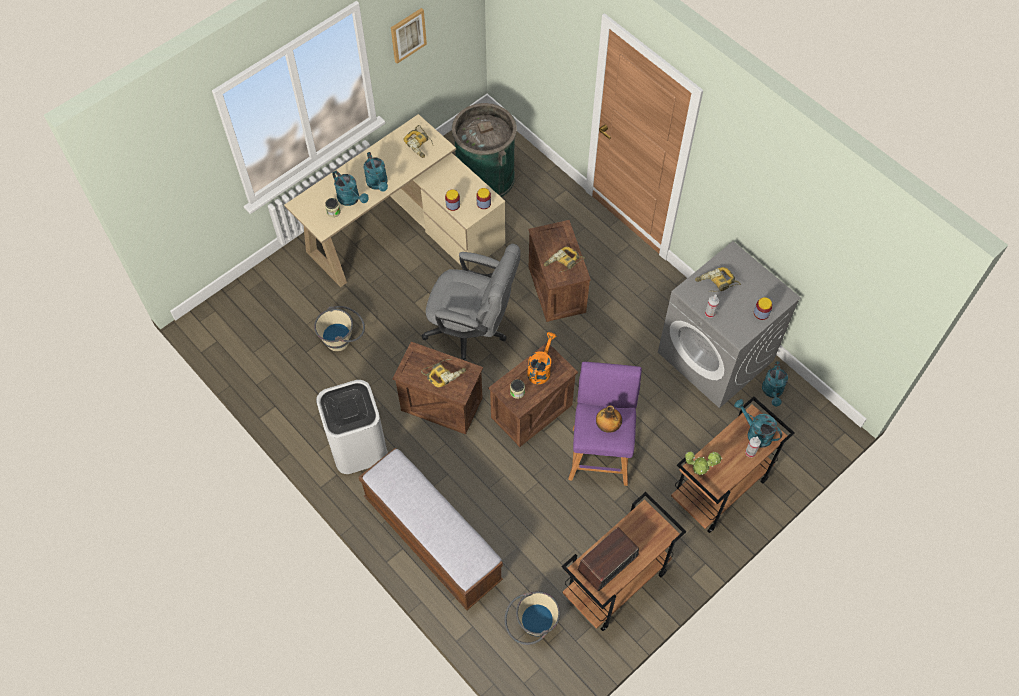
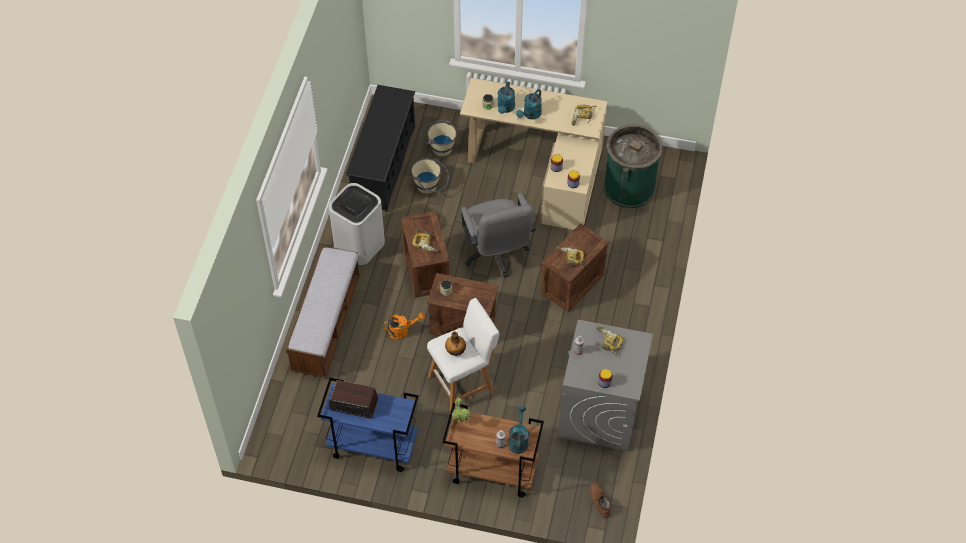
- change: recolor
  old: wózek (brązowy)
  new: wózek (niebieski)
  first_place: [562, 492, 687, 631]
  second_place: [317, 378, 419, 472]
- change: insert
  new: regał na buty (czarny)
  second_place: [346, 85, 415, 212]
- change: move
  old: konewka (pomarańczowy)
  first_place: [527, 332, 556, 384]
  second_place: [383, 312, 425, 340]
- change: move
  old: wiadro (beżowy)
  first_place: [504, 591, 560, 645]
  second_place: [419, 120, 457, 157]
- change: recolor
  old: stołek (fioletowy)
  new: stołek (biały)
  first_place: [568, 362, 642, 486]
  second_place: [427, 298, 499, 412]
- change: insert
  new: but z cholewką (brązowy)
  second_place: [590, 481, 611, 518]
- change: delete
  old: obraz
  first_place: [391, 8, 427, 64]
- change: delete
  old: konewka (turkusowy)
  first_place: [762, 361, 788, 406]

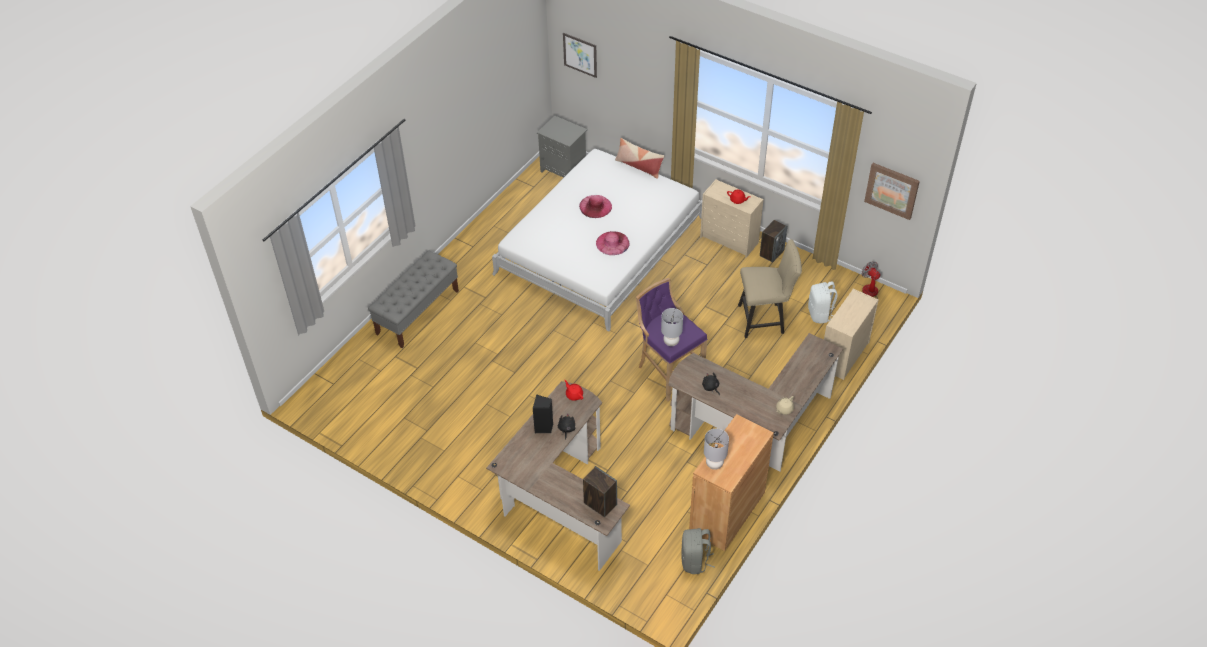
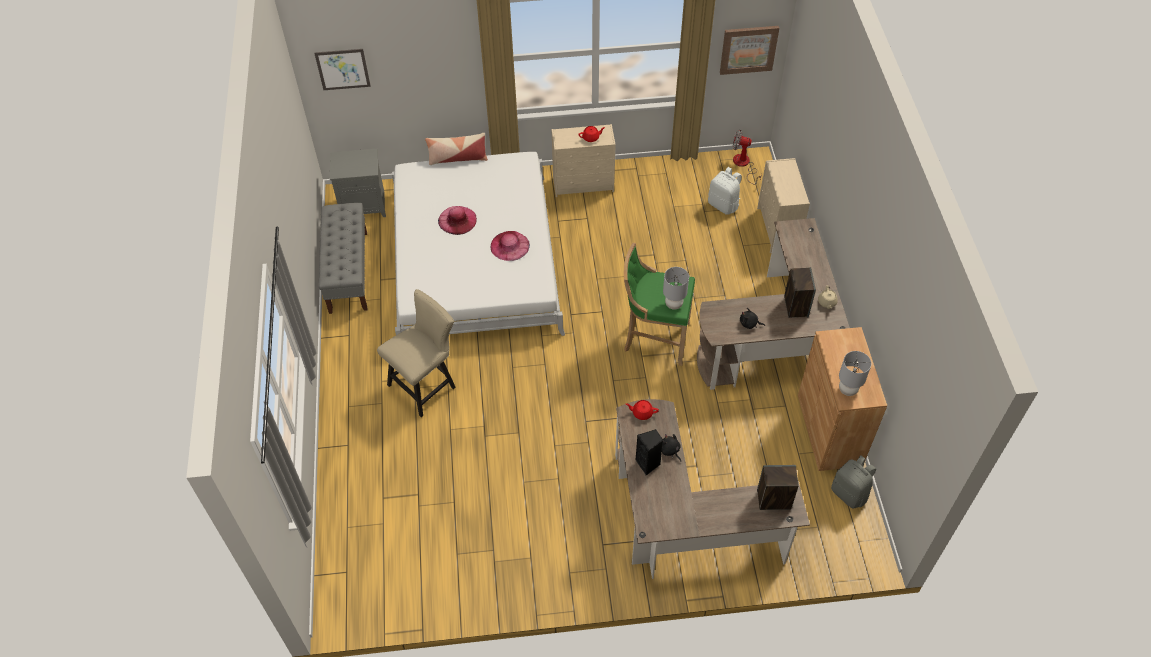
- change: move
  old: ławka (szary)
  first_place: [368, 250, 459, 348]
  second_place: [319, 203, 367, 314]
- change: move
  old: krzesło (beżowy)
  first_place: [738, 239, 802, 338]
  second_place: [377, 289, 456, 417]
- change: recolor
  old: stołek (fioletowy)
  new: stołek (zielony)
  first_place: [636, 278, 707, 402]
  second_place: [624, 243, 695, 366]
- change: move
  old: głośnik
  first_place: [760, 220, 787, 263]
  second_place: [784, 267, 816, 318]

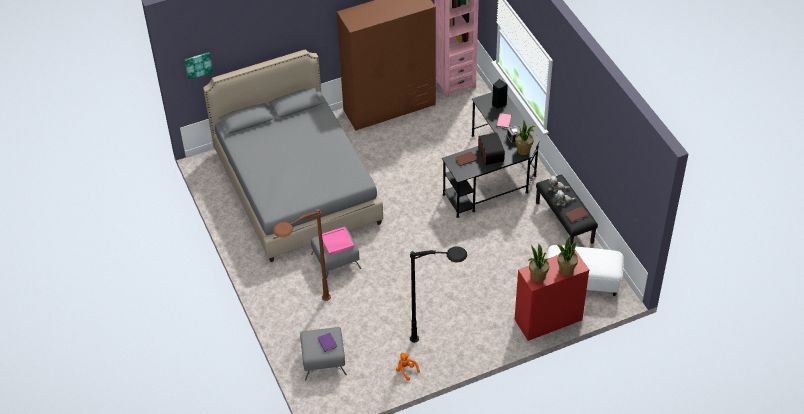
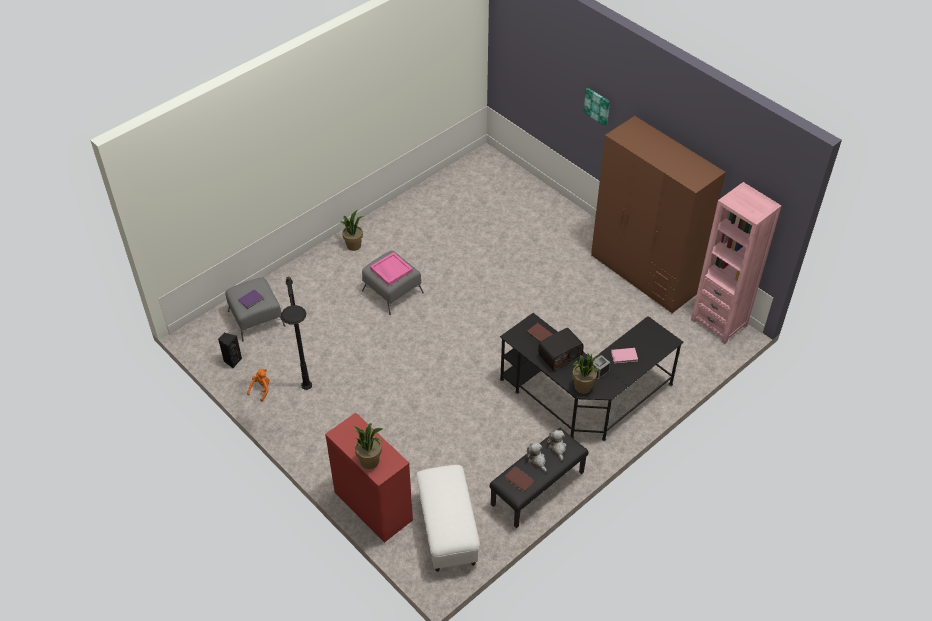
- change: move
  old: głośnik (czarny)
  first_place: [492, 79, 508, 109]
  second_place: [218, 333, 242, 368]
- change: move
  old: roślina doniczkowa
  first_place: [528, 244, 549, 282]
  second_place: [340, 210, 364, 251]
- change: move
  old: obraz
  first_place: [185, 52, 213, 80]
  second_place: [583, 88, 610, 126]
- change: delete
  old: łóżko (szary)
  first_place: [203, 49, 383, 262]
- change: delete
  old: lampa stojąca (brązowy)
  first_place: [273, 209, 331, 301]

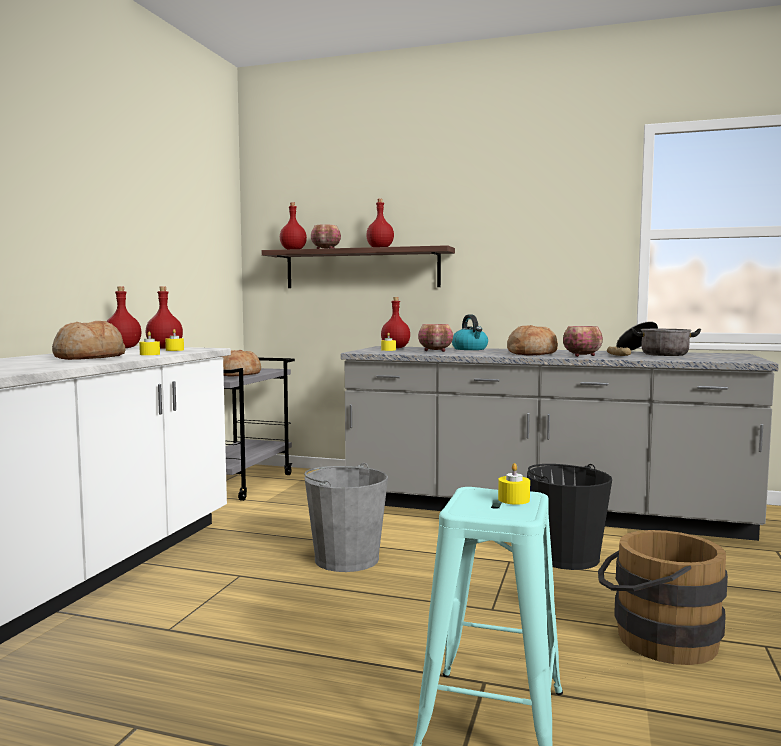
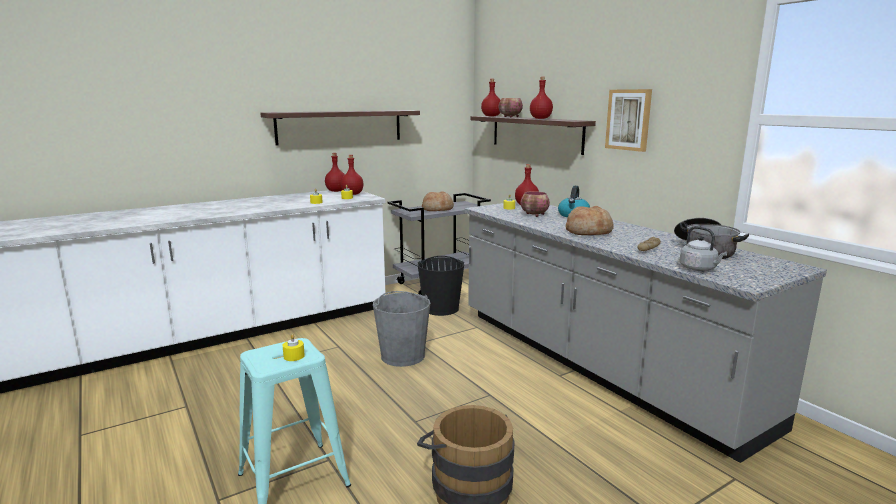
- change: insert
  new: półka
  second_place: [260, 110, 420, 145]
- change: move
  old: wiadro (czarny)
  first_place: [527, 464, 612, 570]
  second_place: [418, 256, 464, 316]
- change: insert
  new: obraz
  second_place: [605, 89, 652, 152]
- change: insert
  new: czajnik (szary)
  second_place: [680, 226, 727, 271]
- change: delete
  old: chleb
  first_place: [52, 321, 126, 360]
- change: delete
  old: miska
  first_place: [563, 326, 603, 357]

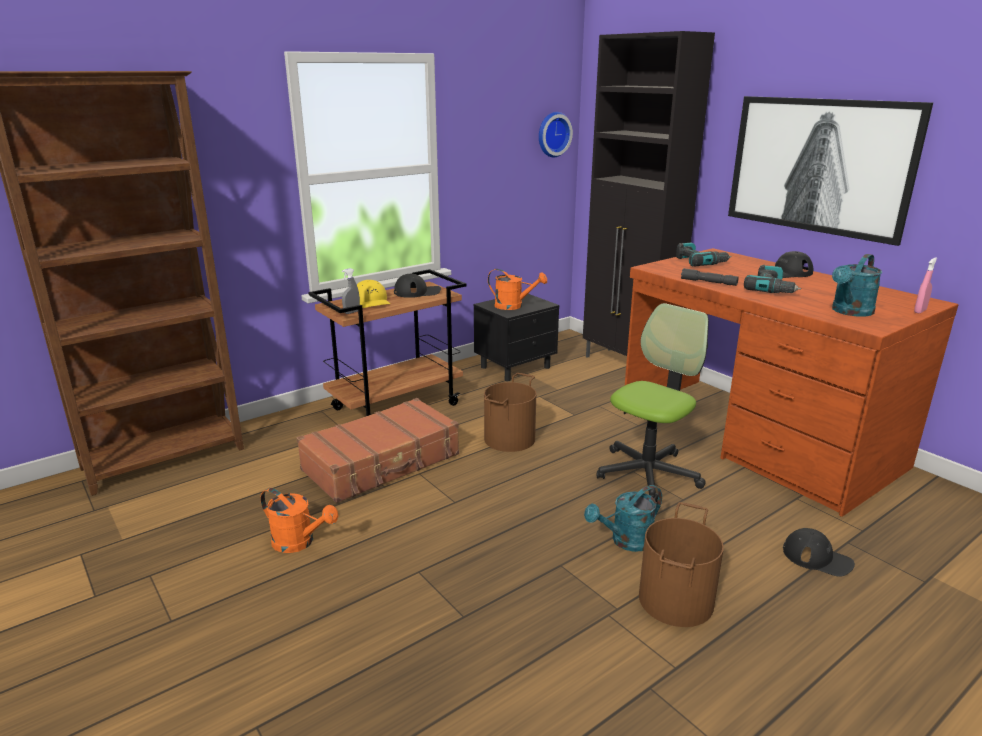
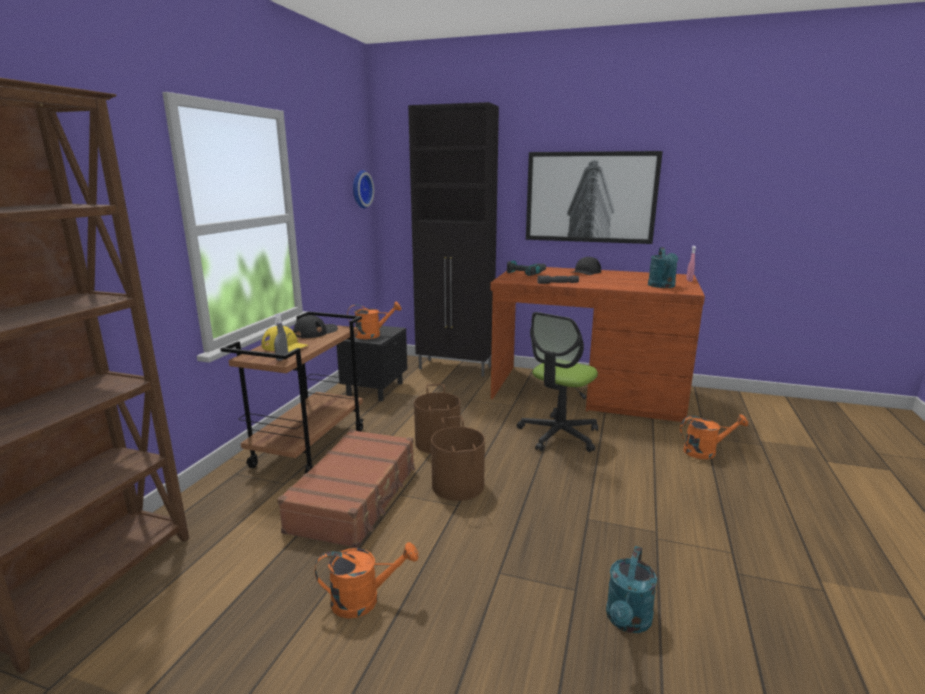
- change: move
  old: wiadro (brązowy)
  first_place: [639, 502, 724, 627]
  second_place: [431, 416, 485, 501]
- change: rotate
  old: krzesło biurowe
  first_place: [597, 303, 709, 502]
  second_place: [517, 312, 598, 452]
  degrees: -150
- change: move
  old: konewka (turkusowy)
  first_place: [584, 485, 662, 552]
  second_place: [606, 546, 657, 633]
- change: replace
  old: czapka z daszkiem (czarny)
  new: konewka (pomarańczowy)
  first_place: [783, 528, 855, 577]
  second_place: [680, 414, 748, 459]
- change: delete
  old: wiertarka
  first_place: [744, 265, 801, 293]

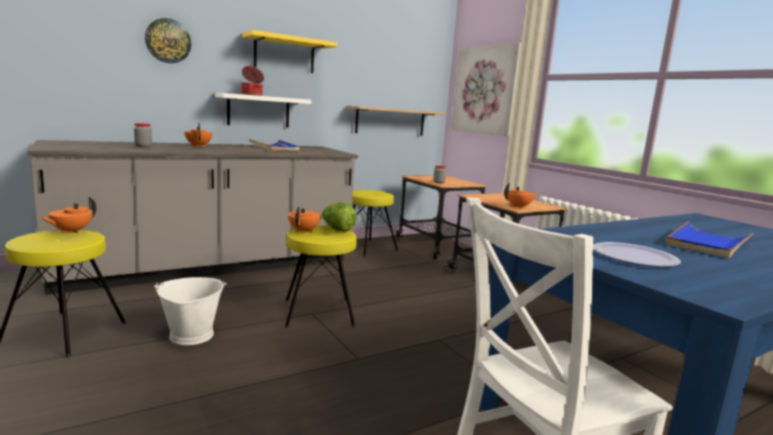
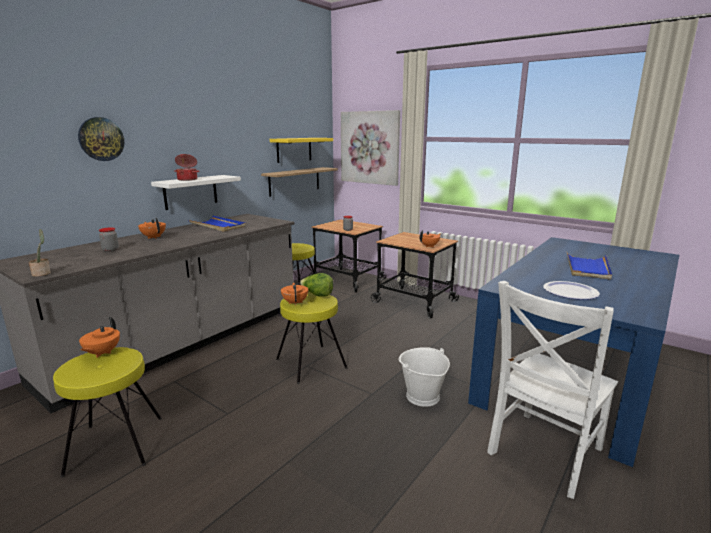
- change: insert
  new: roślina doniczkowa
  second_place: [29, 229, 51, 277]
- change: move
  old: półka (żółty)
  first_place: [242, 30, 337, 73]
  second_place: [270, 138, 333, 163]
- change: move
  old: wiadro (biały)
  first_place: [154, 277, 227, 345]
  second_place: [399, 347, 450, 407]

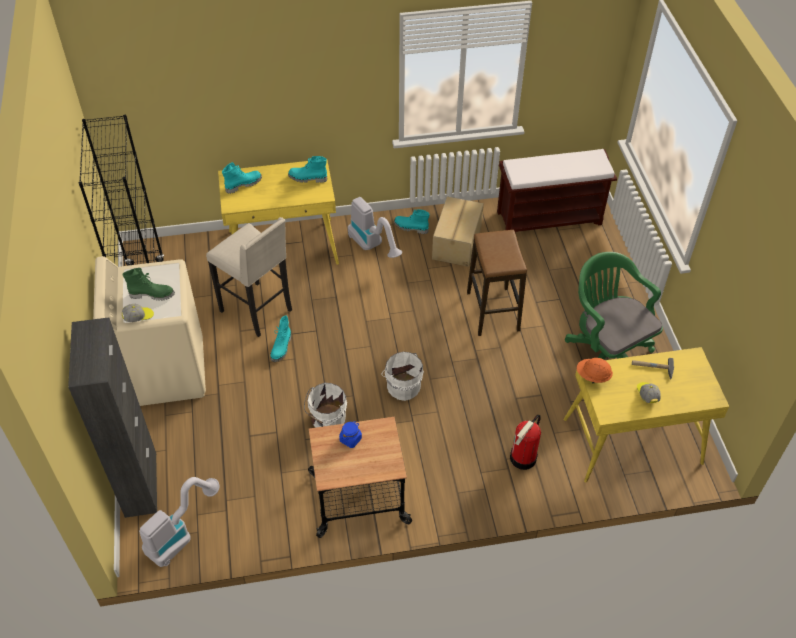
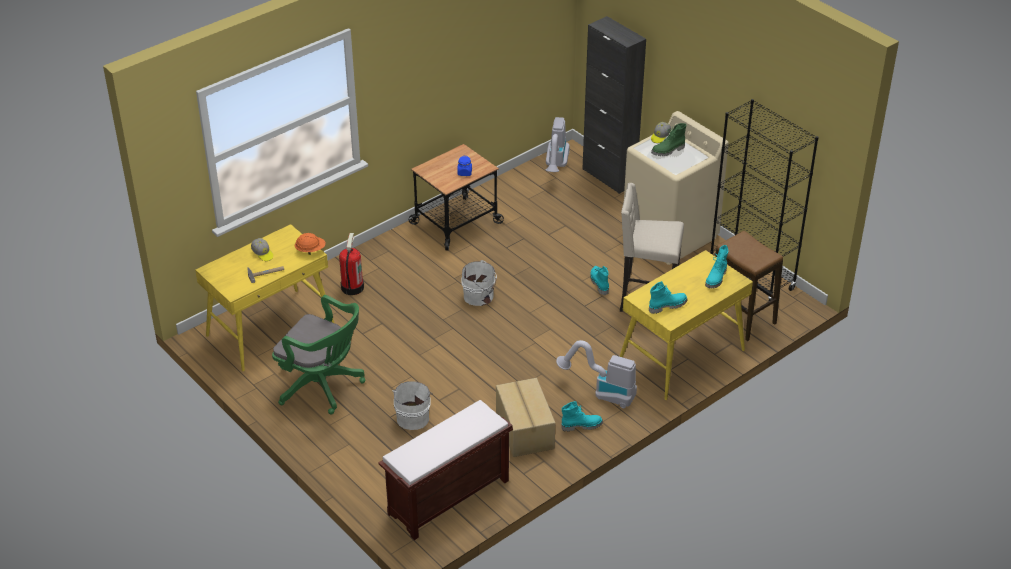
- change: move
  old: wiadro (biały)
  first_place: [304, 383, 347, 428]
  second_place: [392, 381, 433, 430]
- change: move
  old: stołek
  first_place: [467, 230, 527, 336]
  second_place: [715, 231, 783, 341]

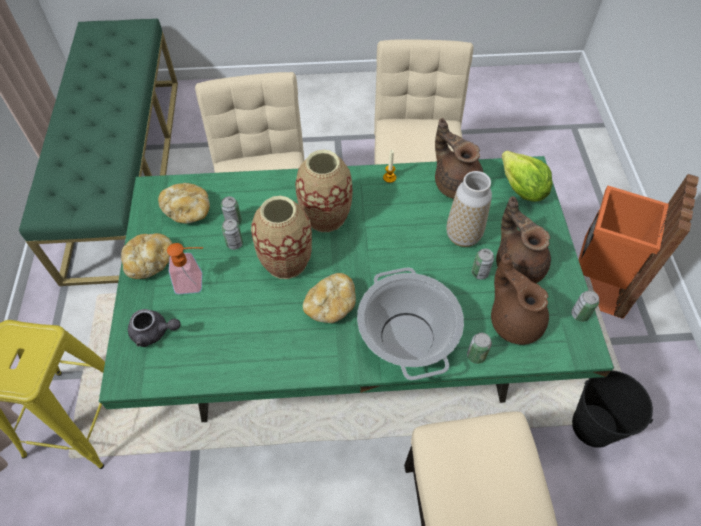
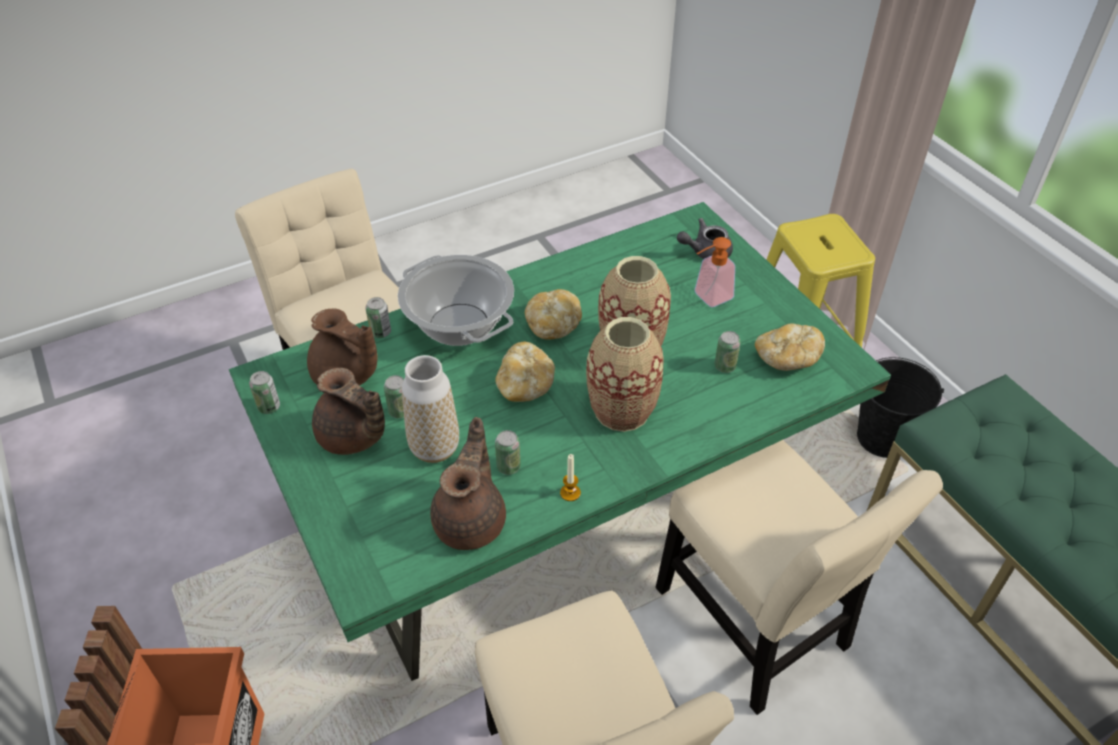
- change: rotate
  old: imbryk (brązowy)
  first_place: [435, 118, 483, 199]
  second_place: [430, 417, 506, 550]
  degrees: -105
- change: move
  old: chleb
  first_place: [121, 233, 172, 279]
  second_place: [495, 342, 555, 402]
- change: move
  old: puszka
  first_place: [222, 219, 243, 250]
  second_place: [495, 430, 521, 475]
- change: move
  old: wiadro (czarny)
  first_place: [572, 370, 653, 448]
  second_place: [857, 357, 944, 458]
- change: delete
  old: sałata
  first_place: [502, 150, 553, 202]

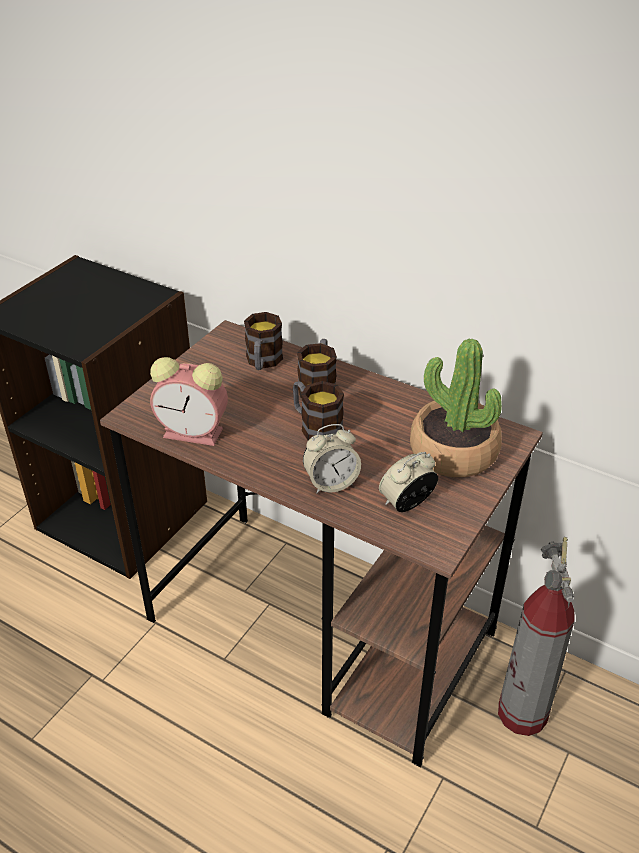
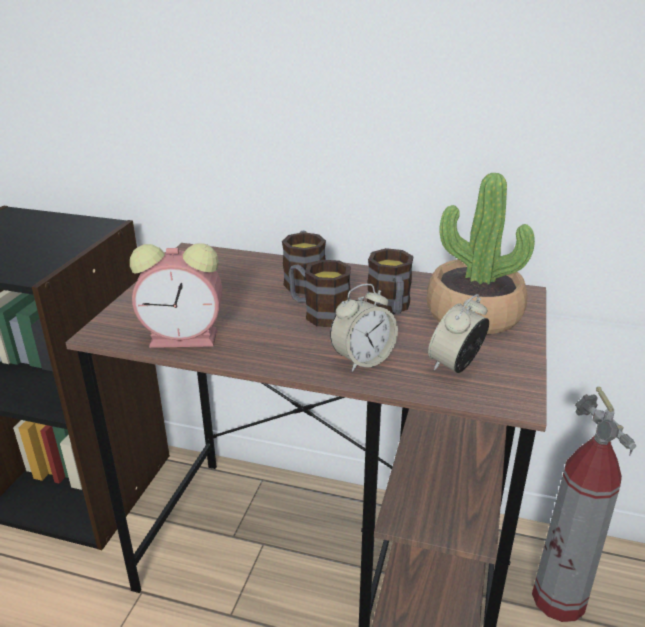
- change: move
  old: kubek
  first_place: [244, 312, 283, 370]
  second_place: [367, 248, 414, 314]

